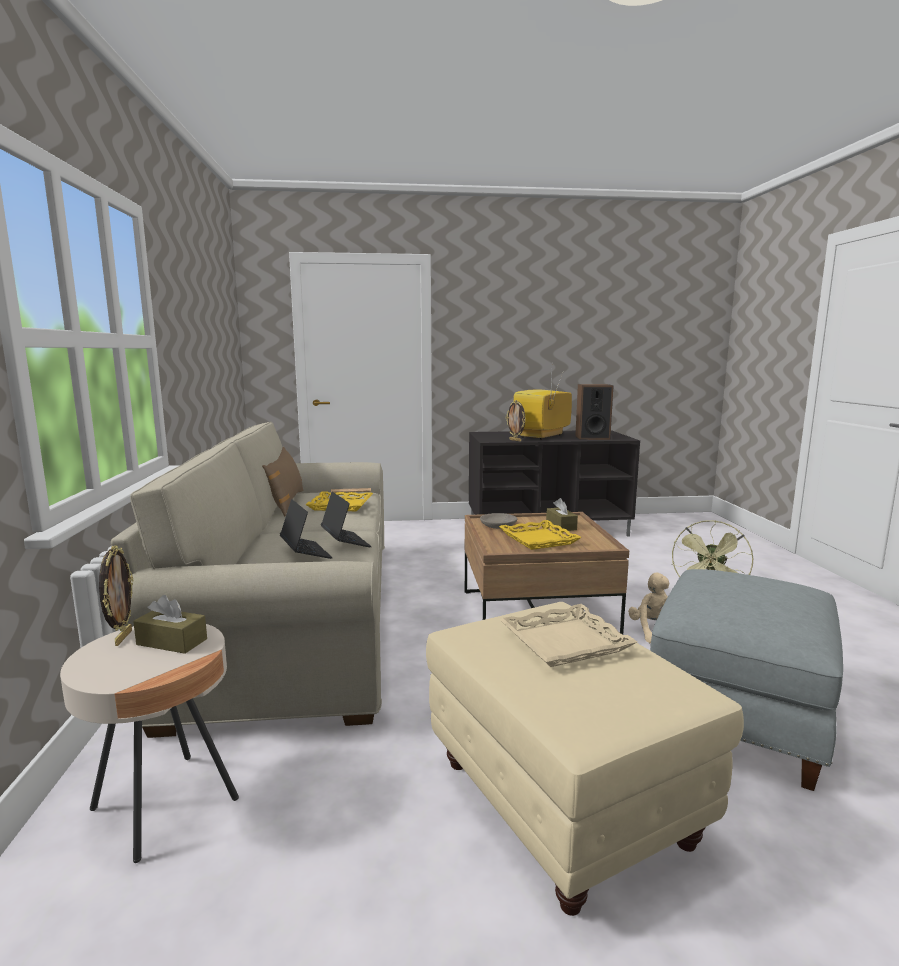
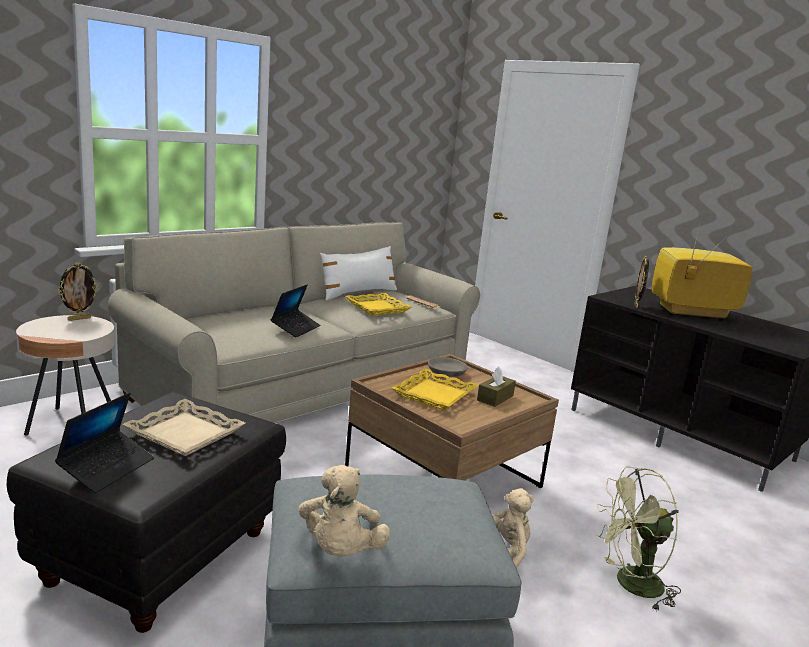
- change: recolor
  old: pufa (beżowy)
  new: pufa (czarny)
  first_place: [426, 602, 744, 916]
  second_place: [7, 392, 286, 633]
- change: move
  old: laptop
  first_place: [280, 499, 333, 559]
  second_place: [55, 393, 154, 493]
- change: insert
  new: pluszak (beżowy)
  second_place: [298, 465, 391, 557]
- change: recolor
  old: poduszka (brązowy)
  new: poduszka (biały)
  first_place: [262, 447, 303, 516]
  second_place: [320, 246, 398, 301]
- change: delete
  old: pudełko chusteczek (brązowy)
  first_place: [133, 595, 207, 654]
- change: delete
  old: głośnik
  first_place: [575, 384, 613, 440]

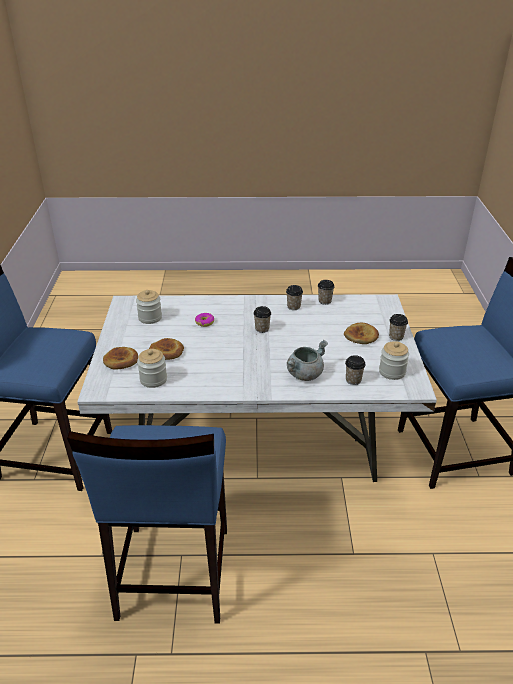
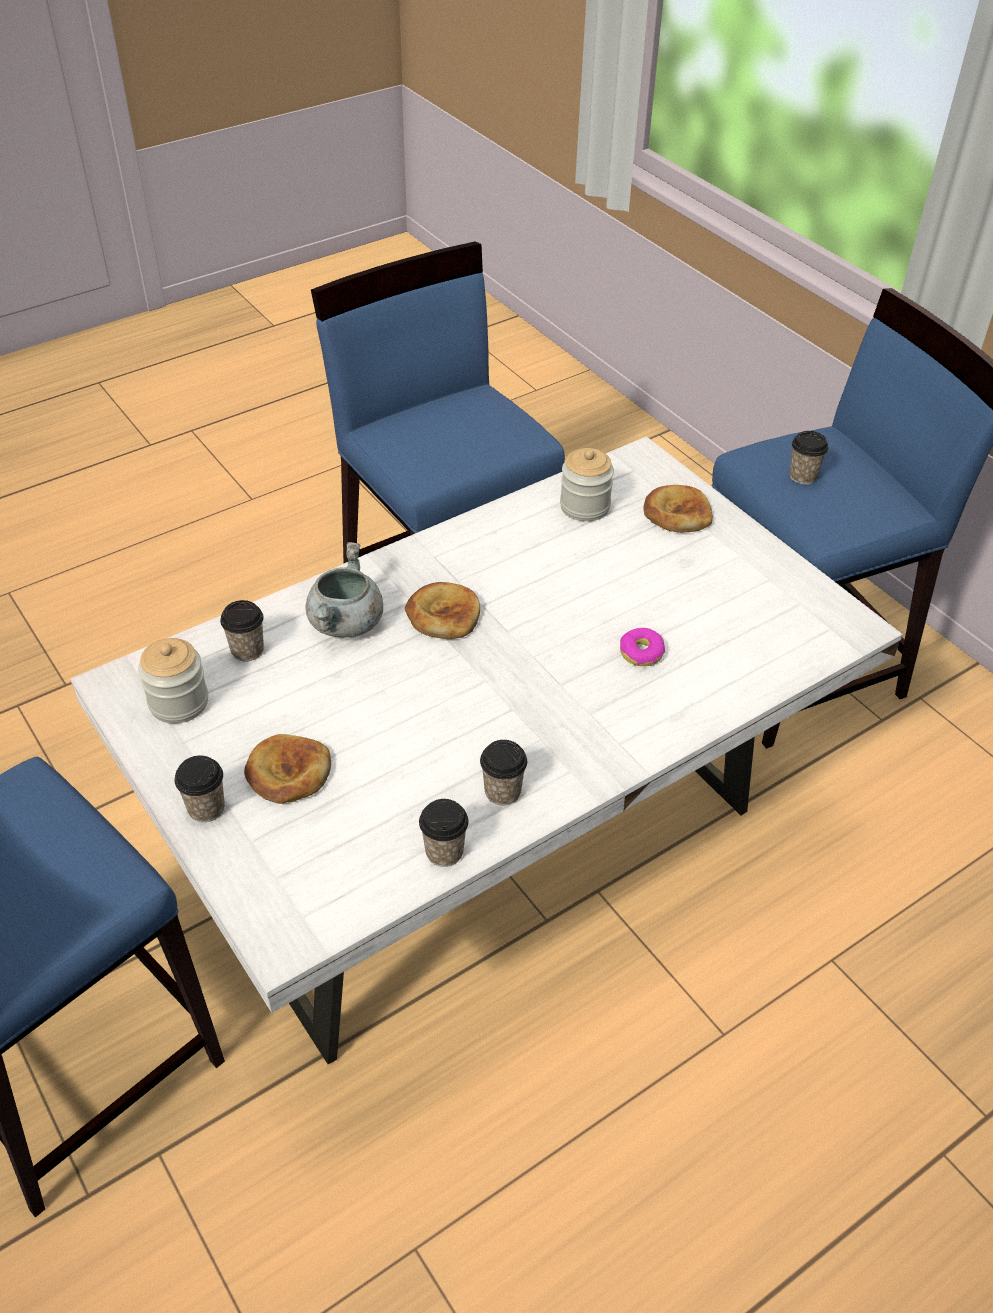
- change: move
  old: chleb
  first_place: [149, 338, 184, 360]
  second_place: [405, 582, 480, 639]
- change: move
  old: filiżanka
  first_place: [253, 306, 271, 333]
  second_place: [789, 431, 828, 485]
- change: delete
  old: słoik
  first_place: [136, 290, 162, 324]

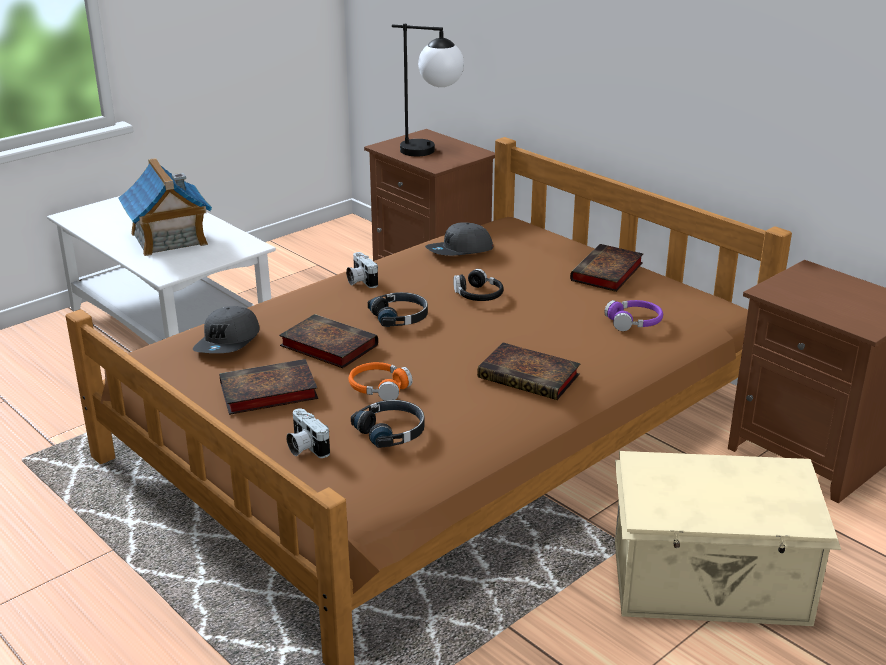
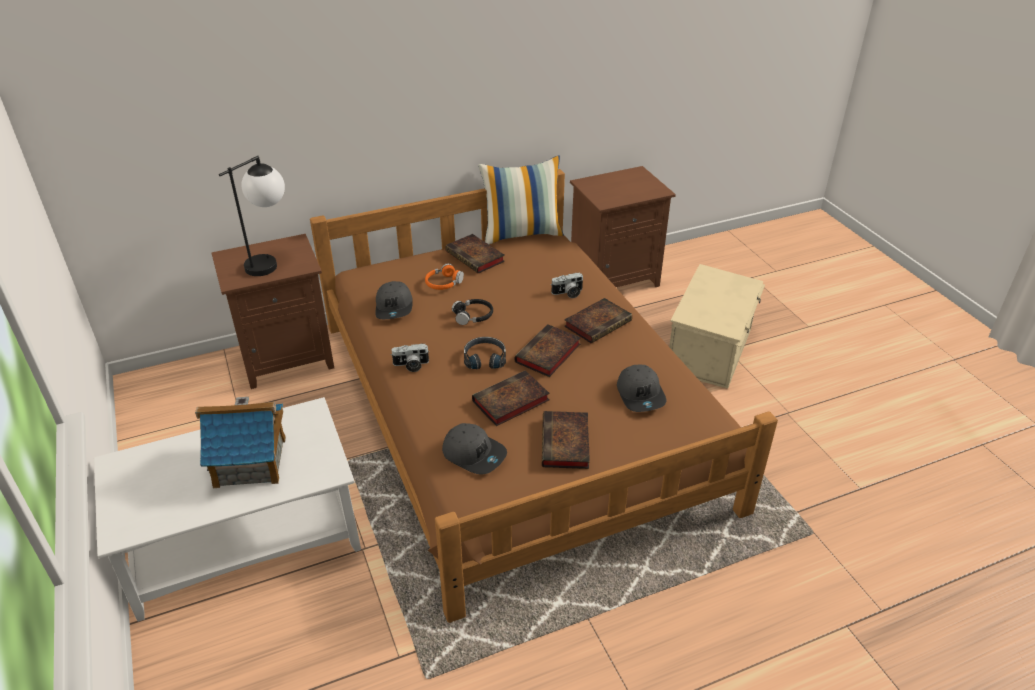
- change: move
  old: słuchawki (pomarańczowy)
  first_place: [349, 362, 413, 401]
  second_place: [425, 263, 464, 290]
- change: insert
  new: poduszka
  second_place: [478, 156, 564, 244]
- change: insert
  new: książka
  second_place: [514, 324, 581, 377]
- change: move
  old: aparat fotograficzny
  first_place: [286, 409, 330, 458]
  second_place: [551, 272, 584, 298]
- change: replace
  old: słuchawki (czarny)
  new: czapka z daszkiem (szary)
  first_place: [351, 400, 425, 448]
  second_place: [617, 365, 666, 412]
- change: delete
  old: słuchawki (fioletowy)
  first_place: [604, 300, 663, 331]

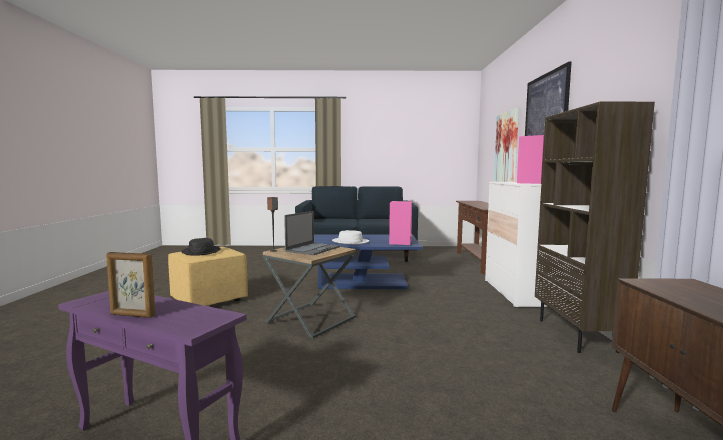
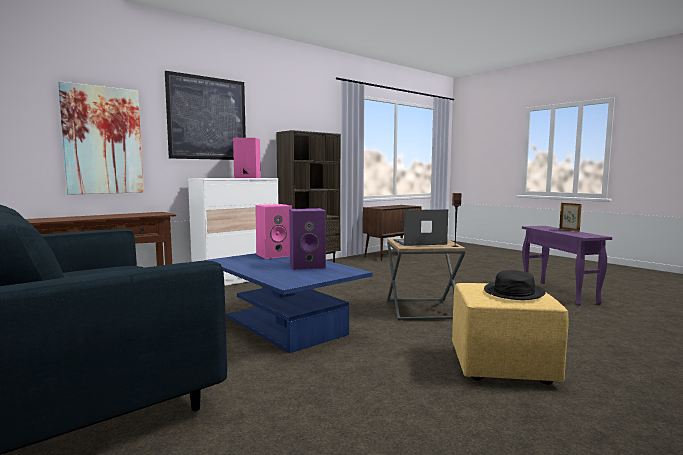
- change: replace
  old: kapelusz (biały)
  new: głośnik (fioletowy)
  first_place: [332, 230, 369, 245]
  second_place: [289, 208, 326, 270]

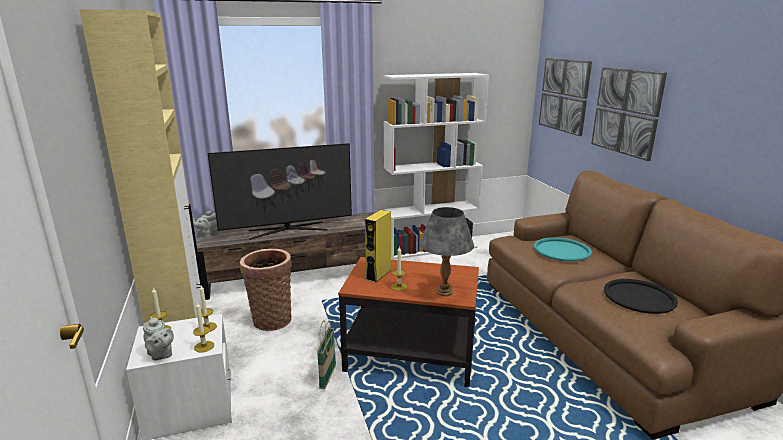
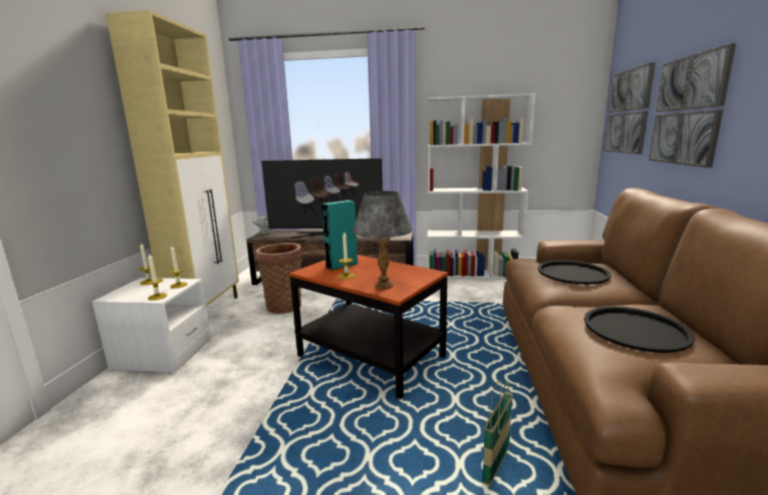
- change: recolor
  old: głośnik (żółty)
  new: głośnik (turkusowy)
  first_place: [365, 210, 391, 282]
  second_place: [322, 200, 358, 270]
- change: move
  old: koszyk
  first_place: [317, 320, 336, 390]
  second_place: [482, 380, 513, 486]
- change: recolor
  old: taca (turkusowy)
  new: taca (czarny)
  first_place: [534, 237, 592, 262]
  second_place: [538, 260, 611, 284]
- change: delete
  old: imbryk (szary)
  first_place: [143, 316, 174, 361]

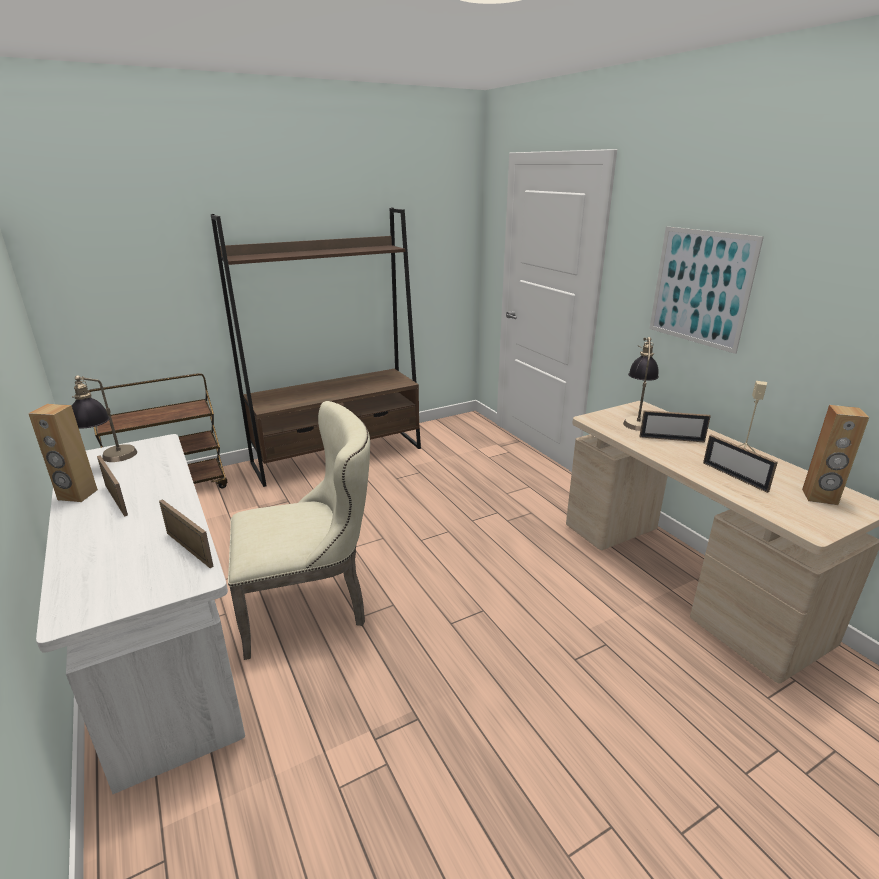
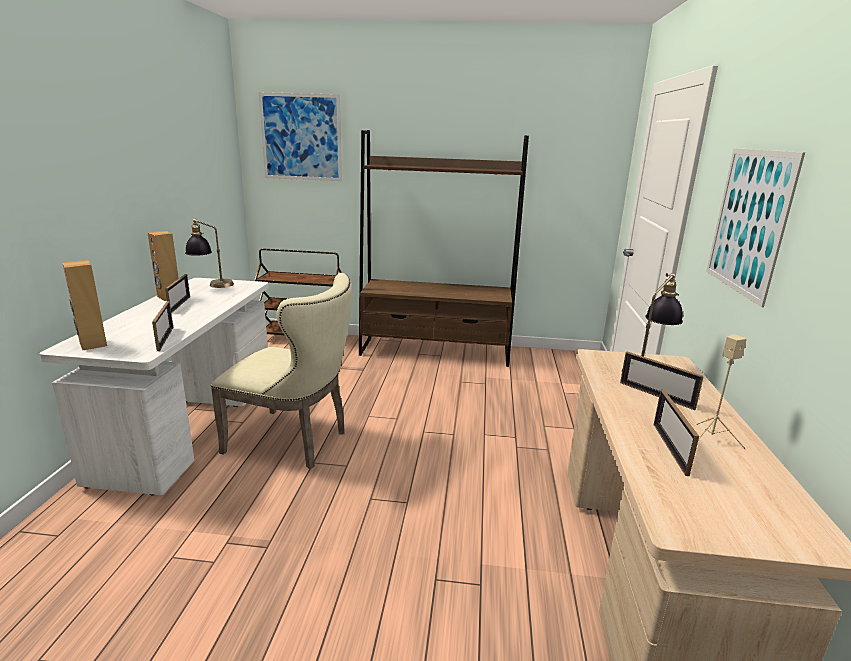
- change: move
  old: głośnik (brązowy)
  first_place: [802, 405, 869, 505]
  second_place: [62, 260, 107, 350]
- change: insert
  new: obraz
  second_place: [259, 92, 342, 181]

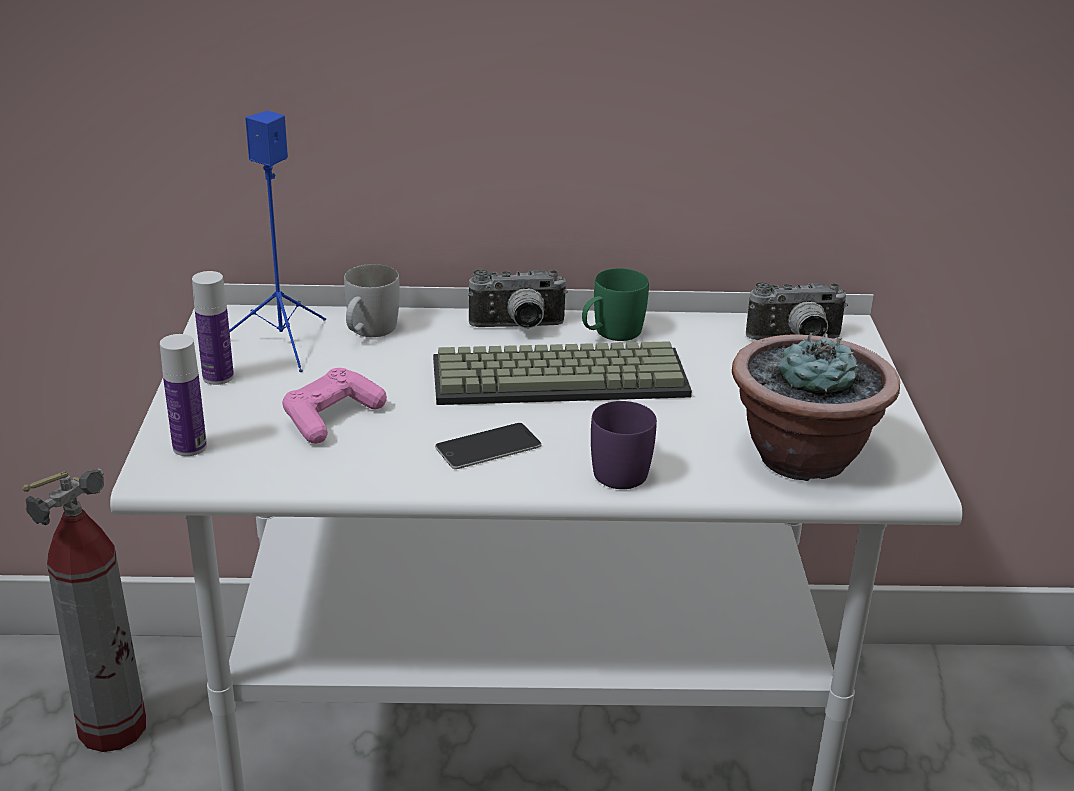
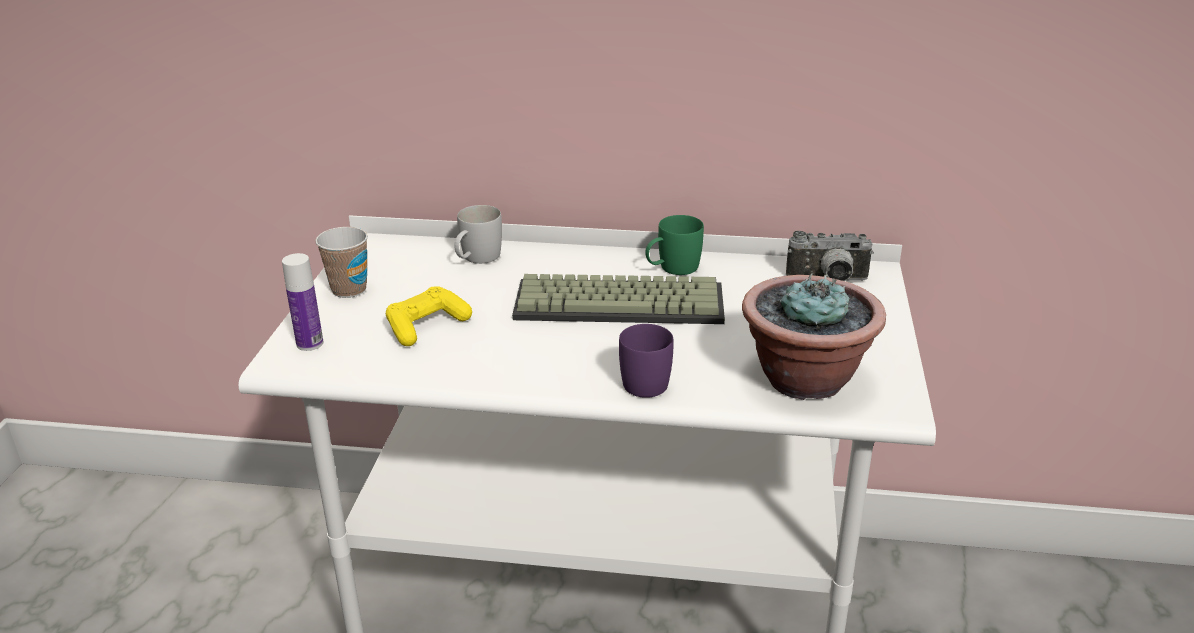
- change: replace
  old: butelka
  new: filiżanka
  first_place: [192, 271, 234, 385]
  second_place: [315, 227, 368, 298]
- change: recolor
  old: pad do gier (różowy)
  new: pad do gier (żółty)
  first_place: [282, 368, 387, 444]
  second_place: [386, 286, 472, 346]
- change: delete
  old: gaśnica
  first_place: [23, 468, 146, 752]
- change: delete
  old: głośnik (niebieski)
  first_place: [229, 111, 326, 372]
- change: delete
  old: telefon
  first_place: [435, 423, 542, 469]
- change: delete
  old: aparat fotograficzny
  first_place: [468, 270, 568, 329]

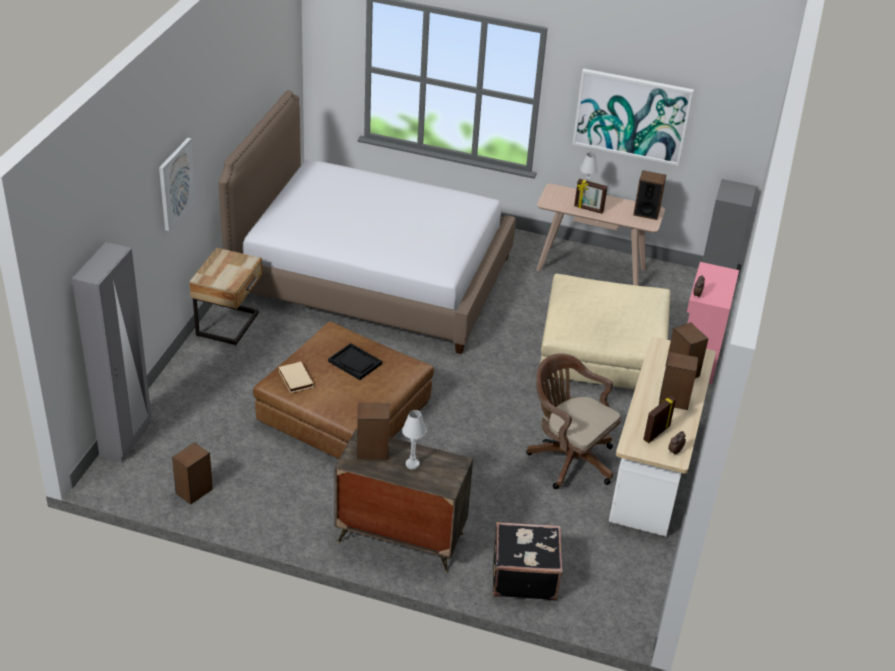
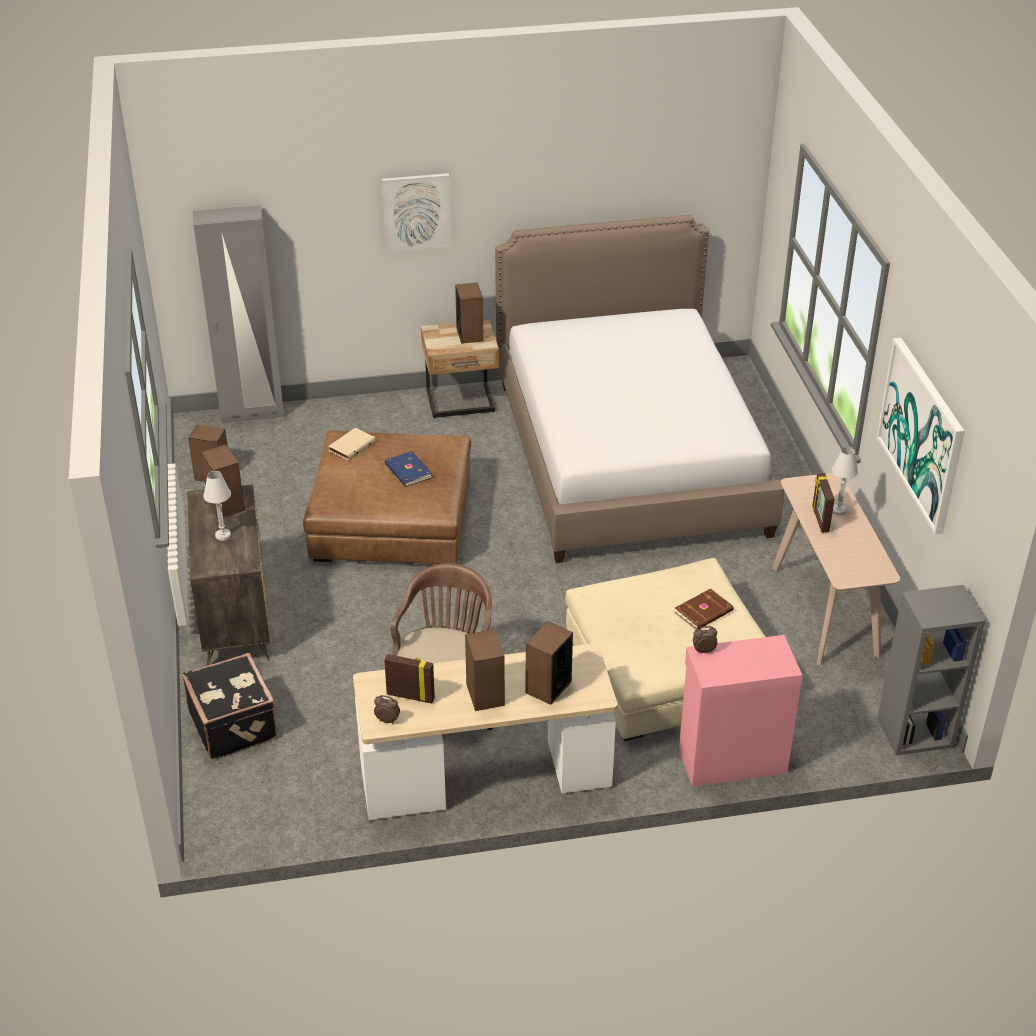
- change: replace
  old: taca (czarny)
  new: książka (niebieski)
  first_place: [328, 343, 382, 380]
  second_place: [385, 451, 432, 487]
- change: move
  old: głośnik
  first_place: [633, 170, 666, 220]
  second_place: [455, 282, 484, 344]
- change: insert
  new: książka (brązowy)
  second_place: [674, 588, 734, 629]

